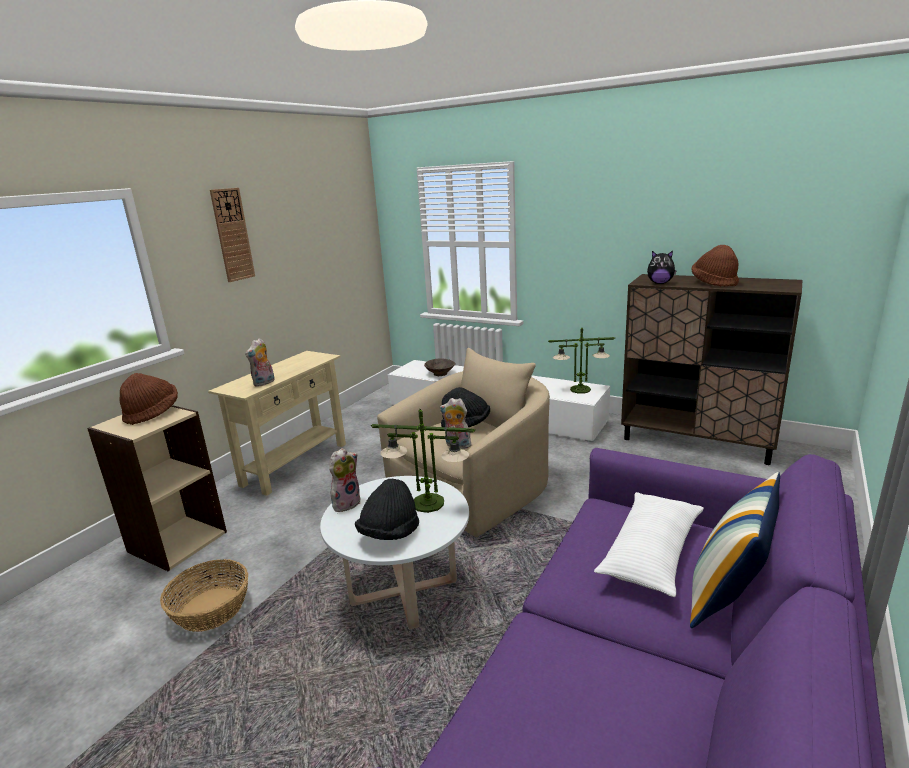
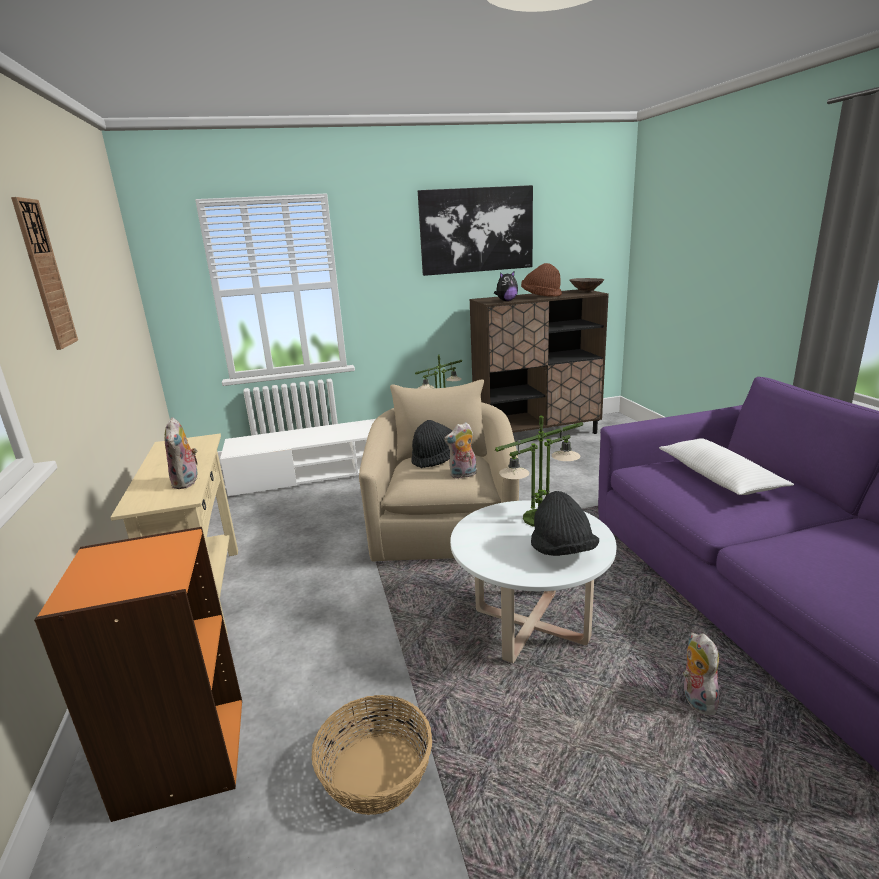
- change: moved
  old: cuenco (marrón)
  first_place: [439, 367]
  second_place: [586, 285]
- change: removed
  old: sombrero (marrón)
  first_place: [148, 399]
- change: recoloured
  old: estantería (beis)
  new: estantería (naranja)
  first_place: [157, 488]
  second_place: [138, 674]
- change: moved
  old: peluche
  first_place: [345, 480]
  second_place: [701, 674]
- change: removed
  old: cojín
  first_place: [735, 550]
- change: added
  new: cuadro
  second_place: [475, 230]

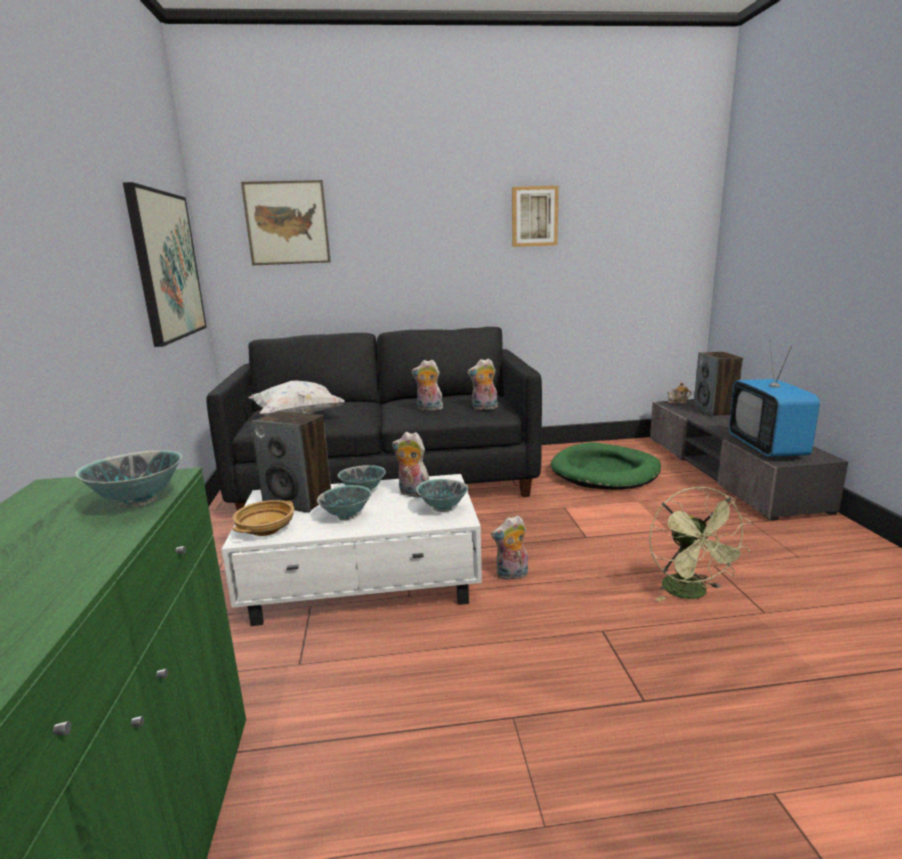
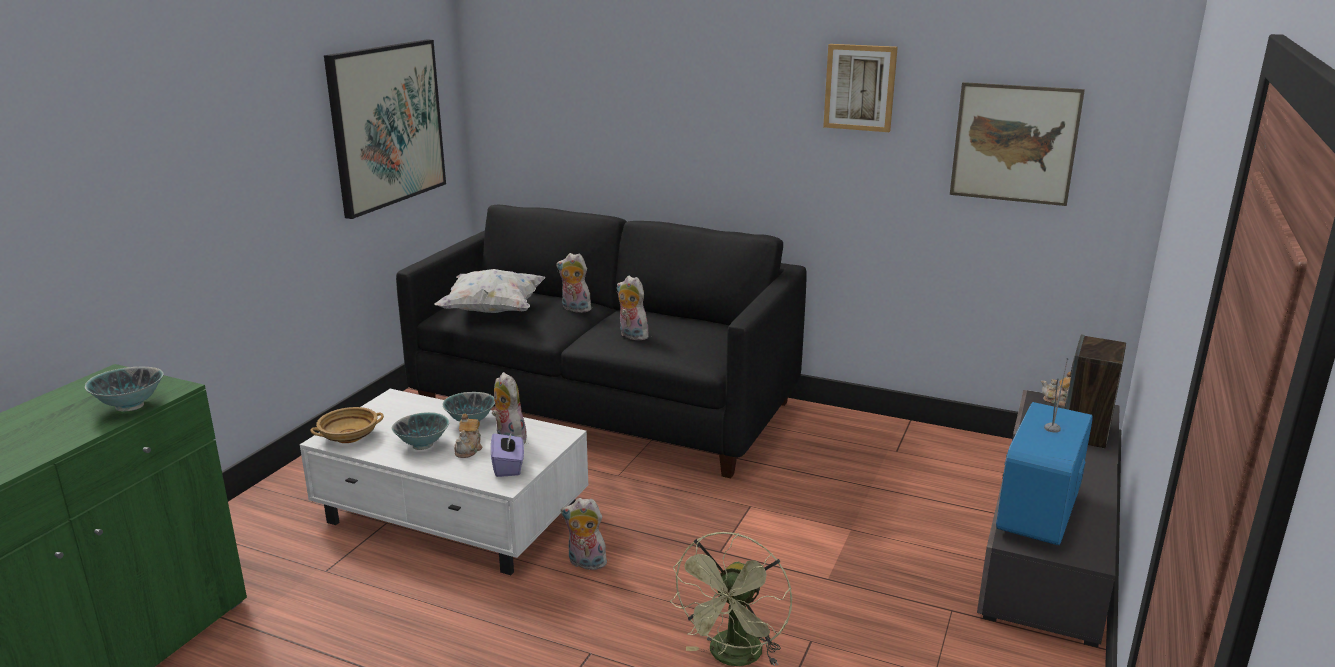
- change: moved
  old: cuadro
  first_place: [286, 222]
  second_place: [1017, 144]
- change: moved
  old: peluche
  first_place: [482, 384]
  second_place: [574, 283]
- change: removed
  old: altavoz
  first_place: [291, 462]
- change: removed
  old: cama para perro (verde)
  first_place: [606, 466]
- change: replaced
  old: cuenco
  new: caja de pañuelos (morado)
  first_place: [442, 495]
  second_place: [507, 454]
- change: added
  new: tetera
  second_place: [468, 435]

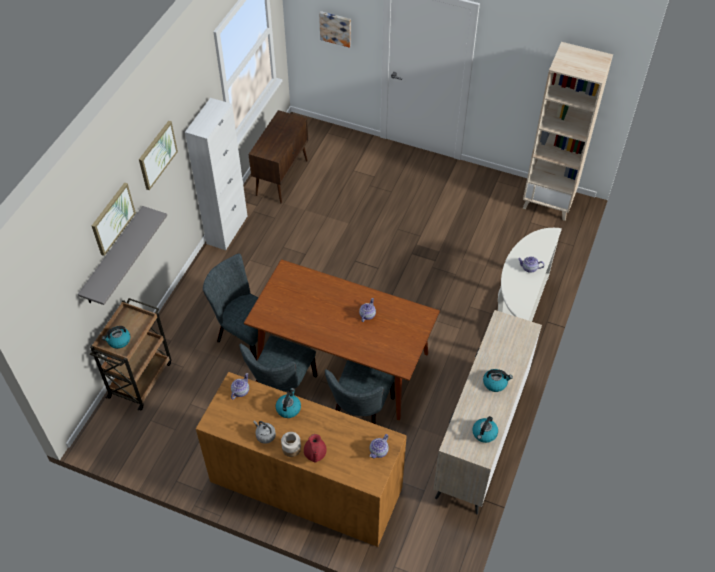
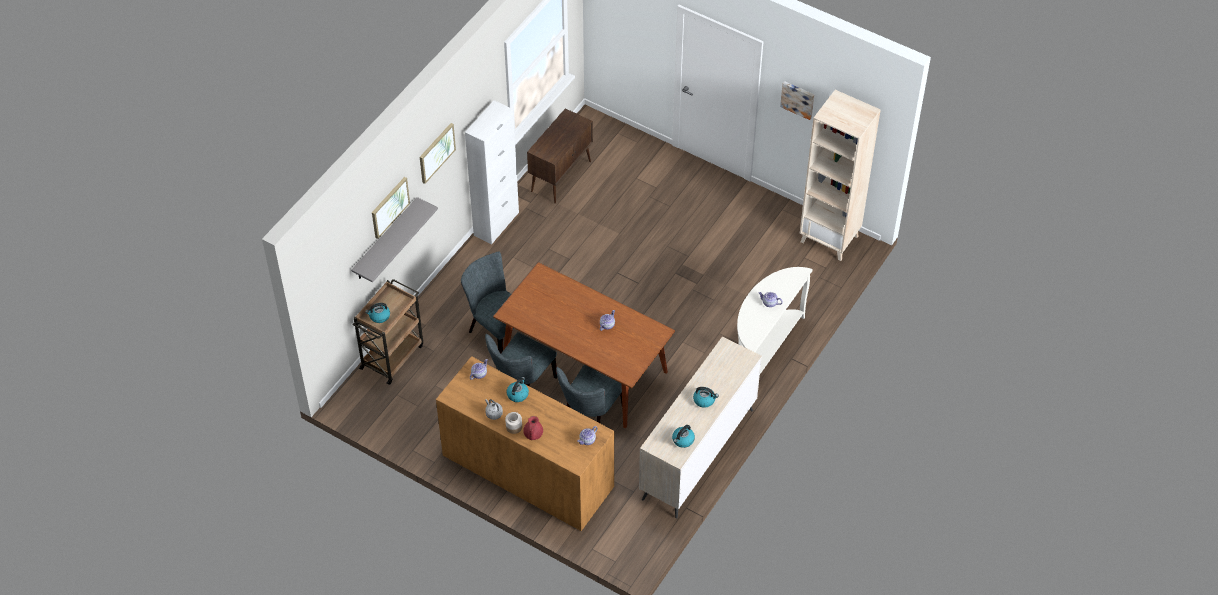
- change: moved
  old: cuadro
  first_place: [335, 29]
  second_place: [797, 100]

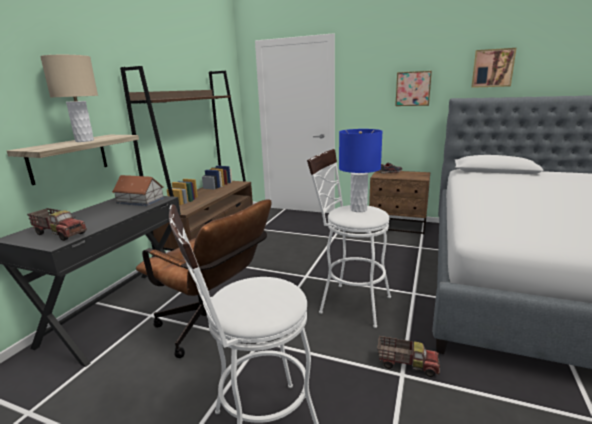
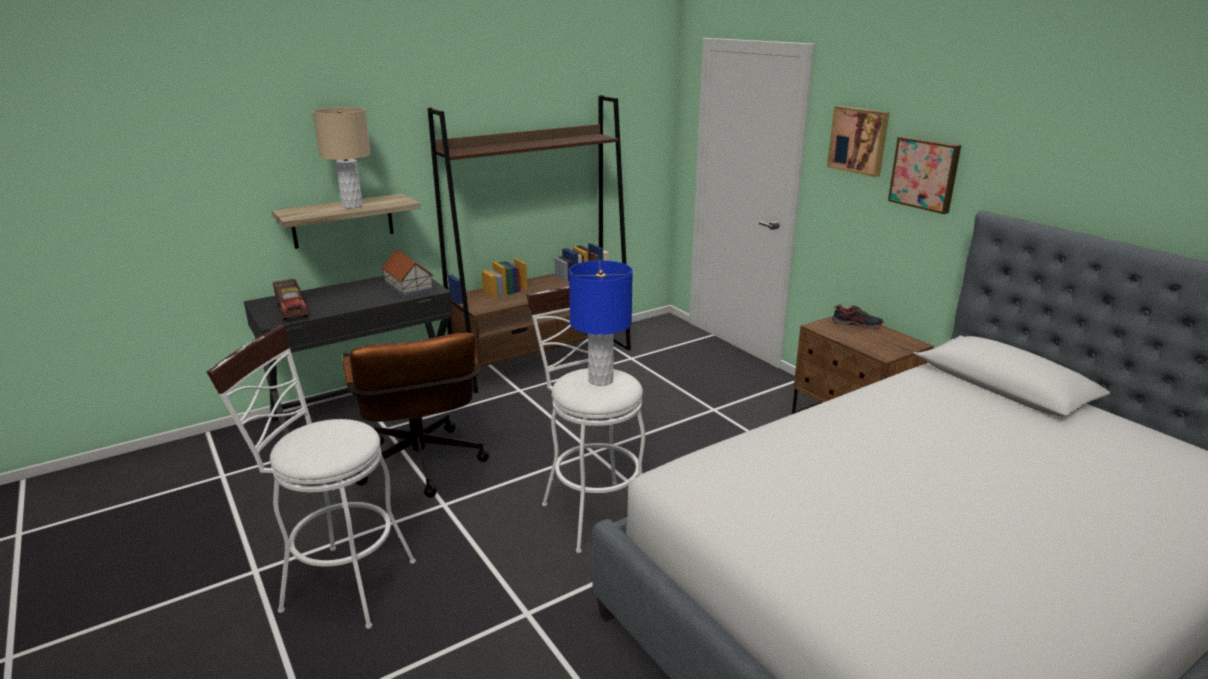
- change: moved
  old: cuadro
  first_place: [493, 68]
  second_place: [858, 141]
- change: removed
  old: camión de juguete
  first_place: [408, 356]

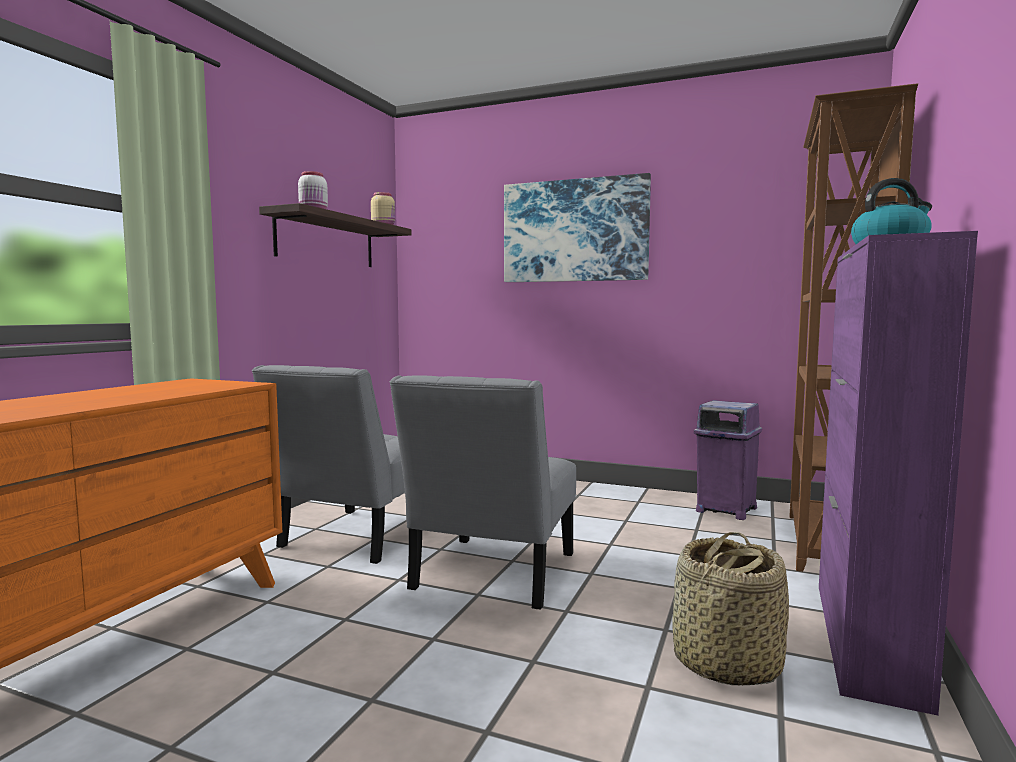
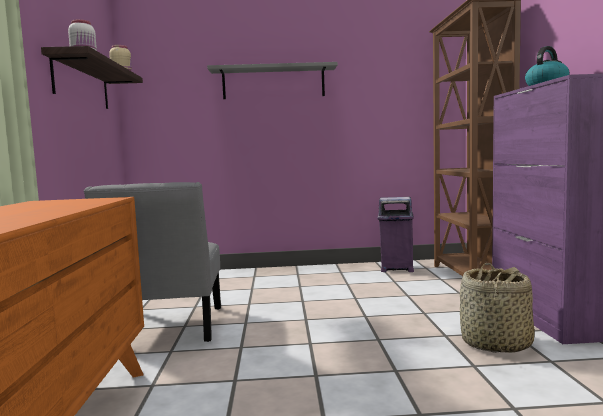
- change: replaced
  old: cuadro
  new: estante (gris)
  first_place: [577, 227]
  second_place: [272, 80]
- change: removed
  old: silla (gris)
  first_place: [483, 492]

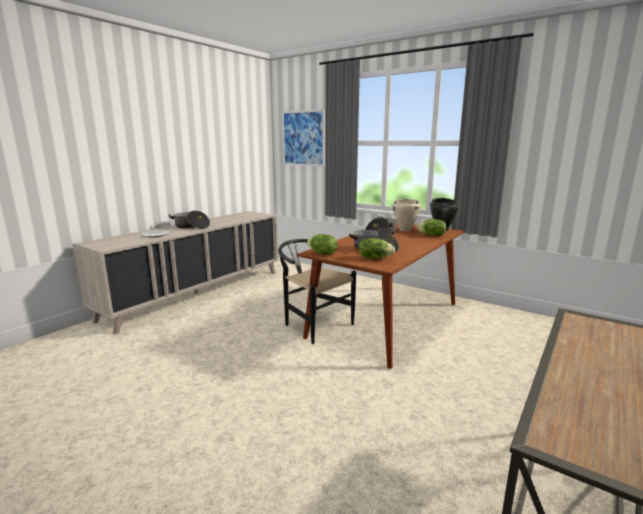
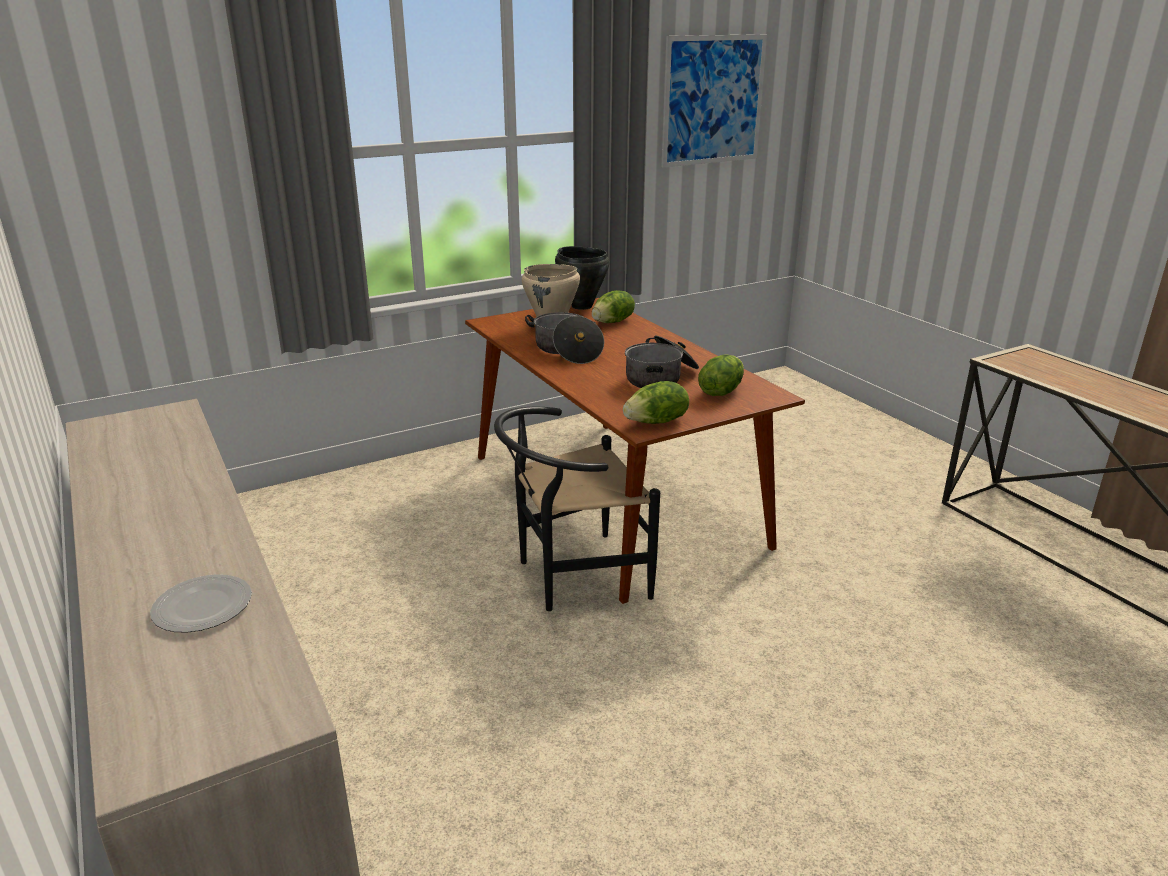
- change: moved
  old: cuadro
  first_place: [303, 138]
  second_place: [714, 101]
- change: removed
  old: olla
  first_place: [189, 219]

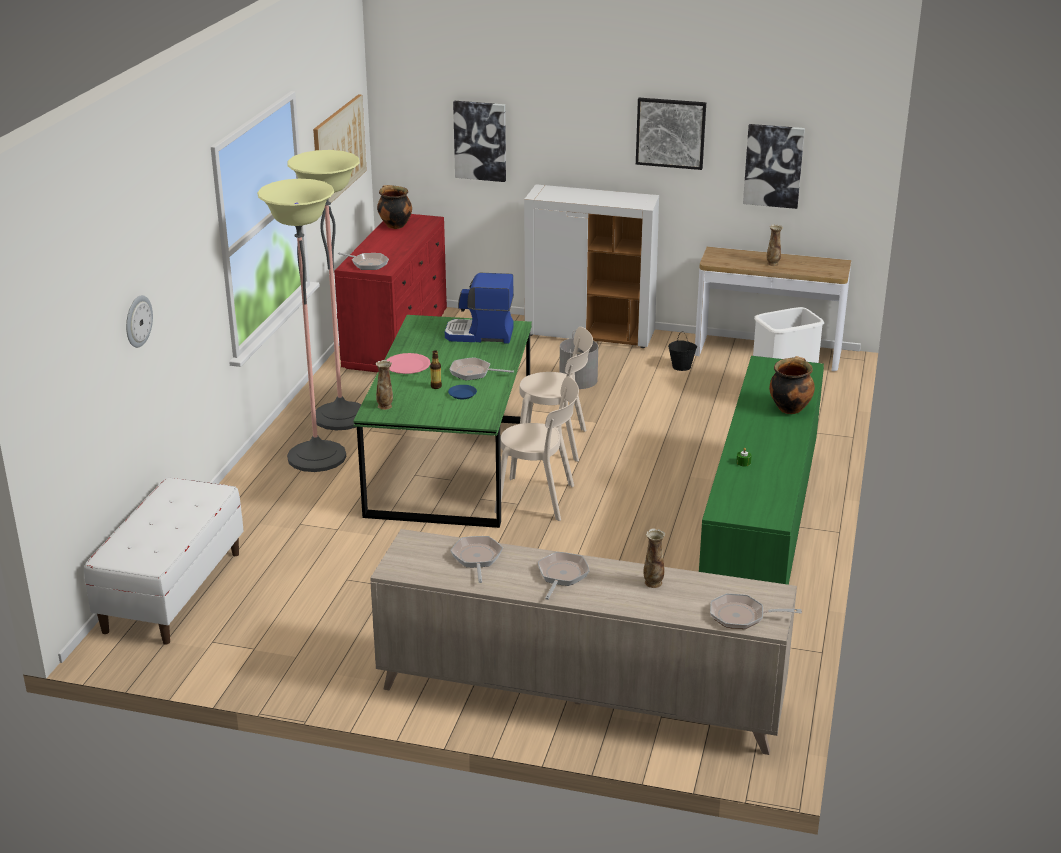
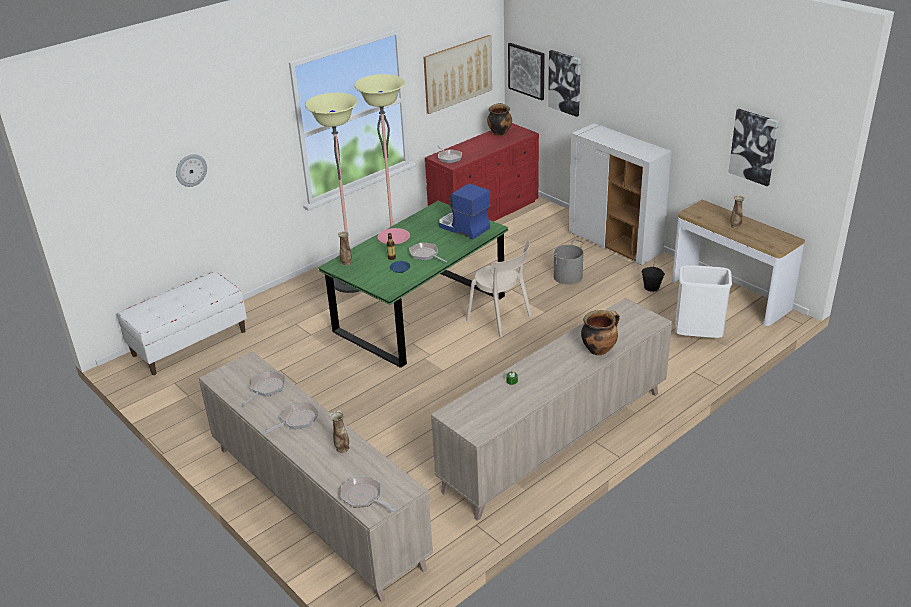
- change: moved
  old: cuadro
  first_place: [671, 134]
  second_place: [526, 71]
- change: recoloured
  old: armario (verde)
  new: armario (beis)
  first_place: [761, 470]
  second_place: [551, 409]
- change: removed
  old: silla (beis)
  first_place: [536, 448]

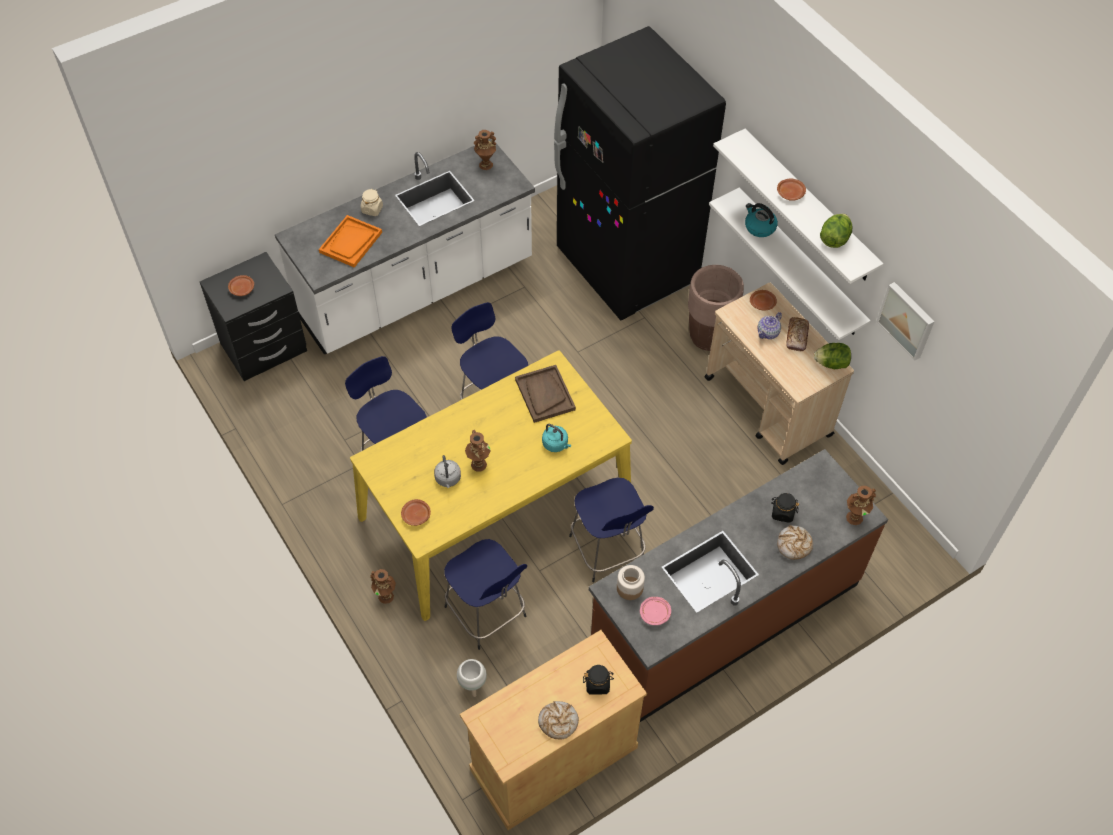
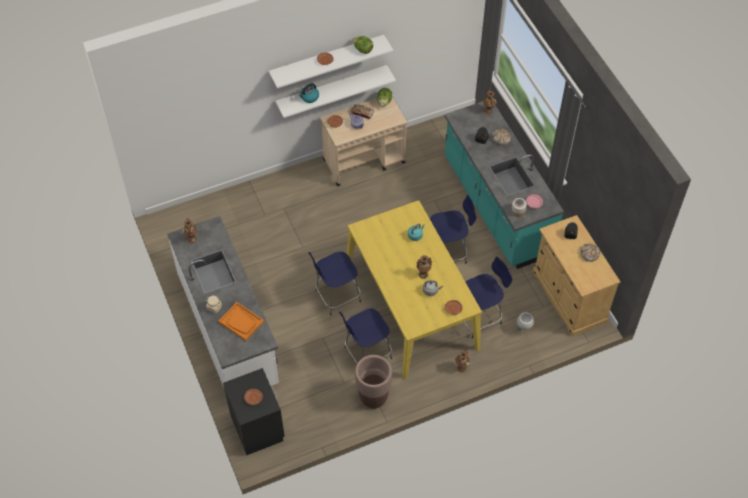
- change: removed
  old: nevera (negro)
  first_place: [640, 173]
- change: moved
  old: maceta (marrón)
  first_place: [716, 308]
  second_place: [373, 382]
- change: removed
  old: cuadro
  first_place: [905, 321]
- change: removed
  old: bandeja (marrón)
  first_place: [545, 394]
- change: recoloured
  old: mueble bajo de cocina (marrón)
  new: mueble bajo de cocina (turquesa)
  first_place: [738, 585]
  second_place: [504, 185]

